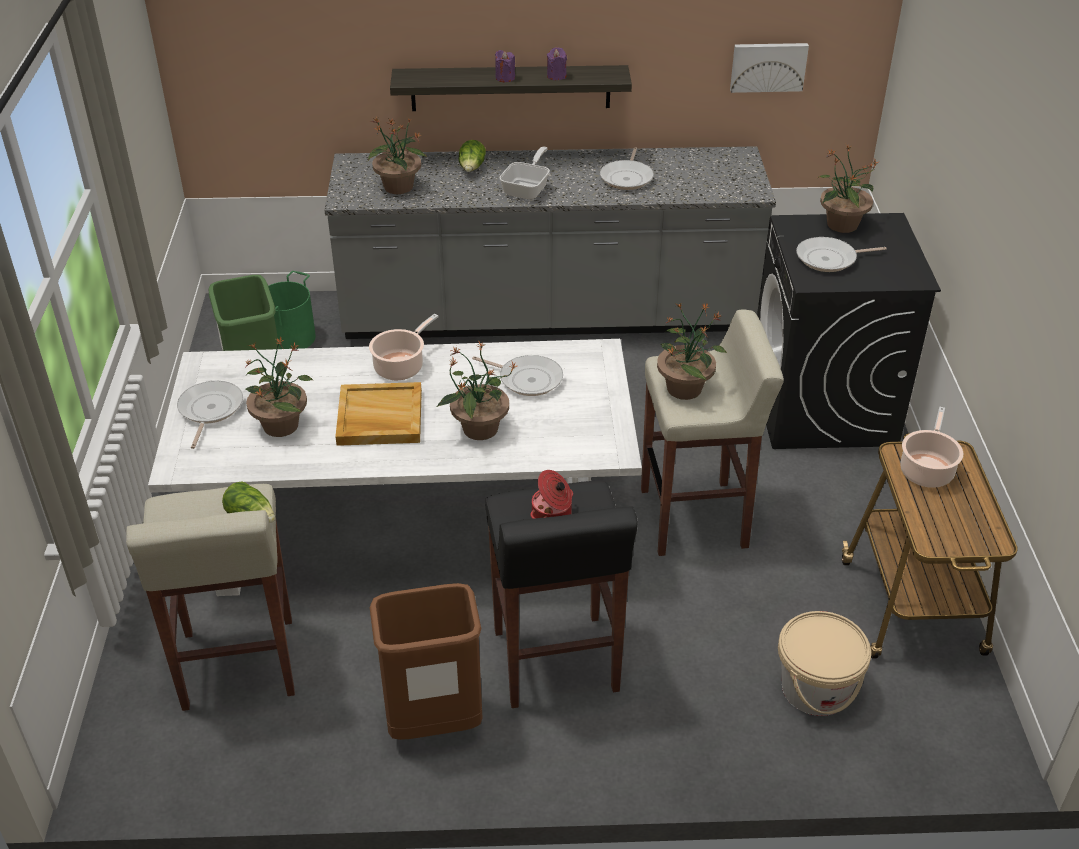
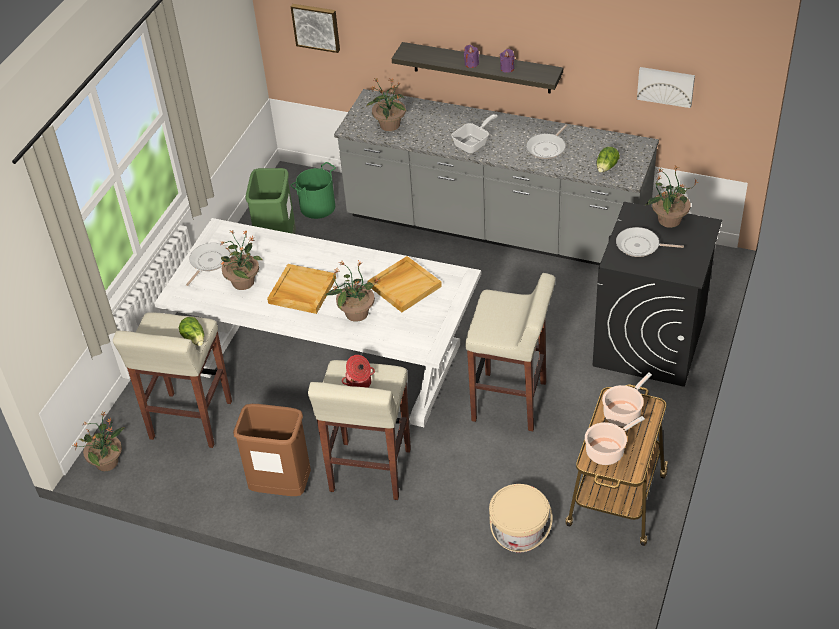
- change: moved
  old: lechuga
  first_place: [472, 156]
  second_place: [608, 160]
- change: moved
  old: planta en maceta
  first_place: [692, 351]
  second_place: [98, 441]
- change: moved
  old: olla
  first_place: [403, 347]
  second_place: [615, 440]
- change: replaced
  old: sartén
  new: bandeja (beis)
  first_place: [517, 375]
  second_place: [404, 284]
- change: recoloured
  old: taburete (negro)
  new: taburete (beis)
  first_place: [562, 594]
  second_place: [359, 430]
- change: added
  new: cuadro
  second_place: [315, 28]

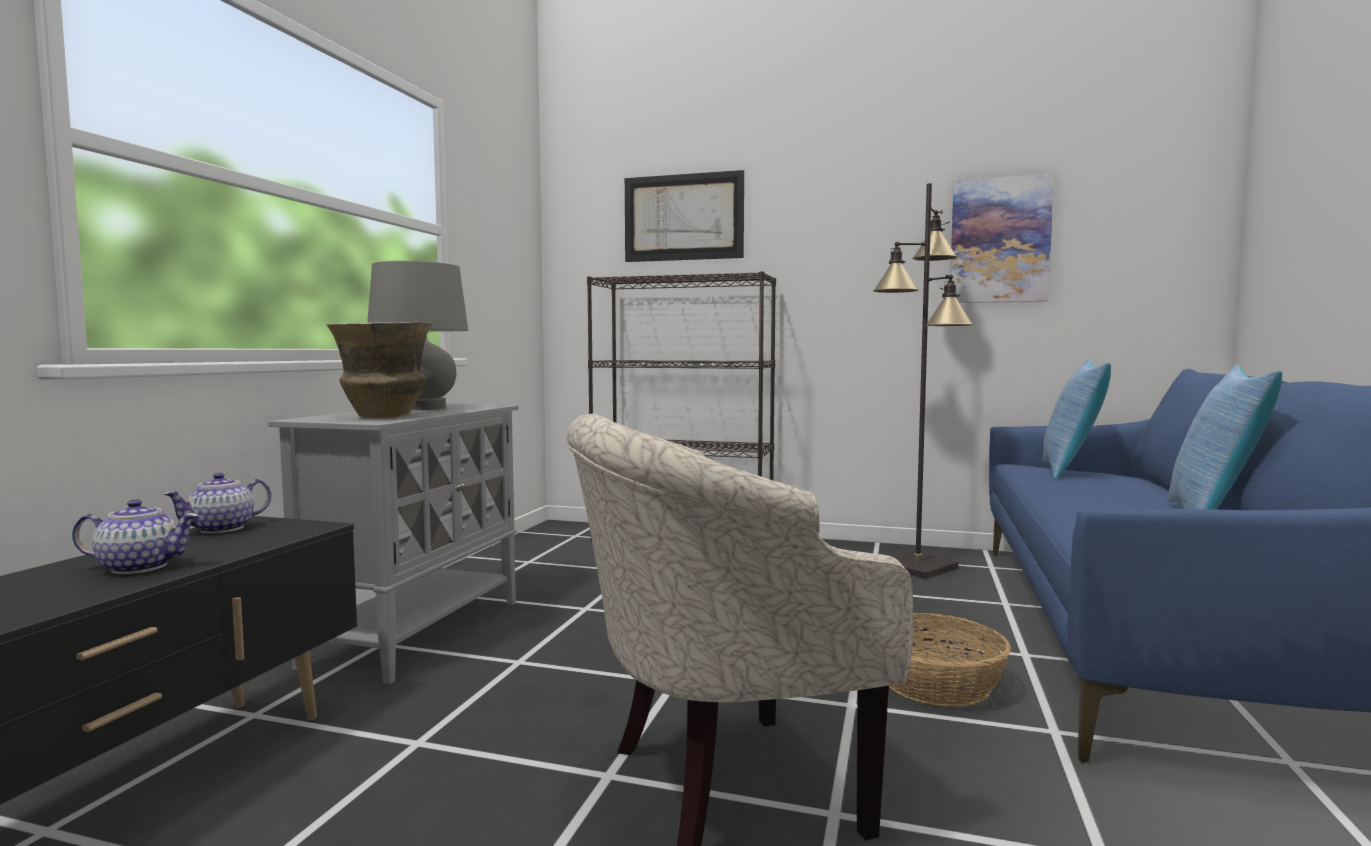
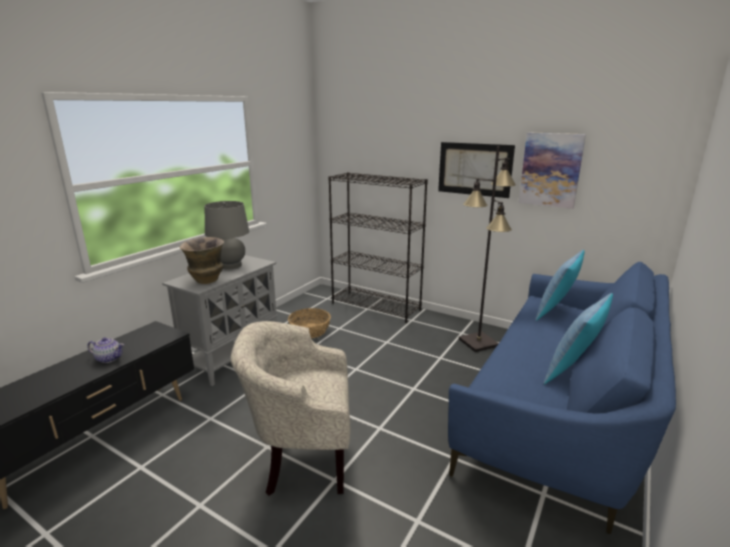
- change: moved
  old: cuadro
  first_place: [684, 216]
  second_place: [476, 170]
- change: removed
  old: tetera
  first_place: [217, 503]
- change: moved
  old: cesta
  first_place: [950, 660]
  second_place: [309, 323]

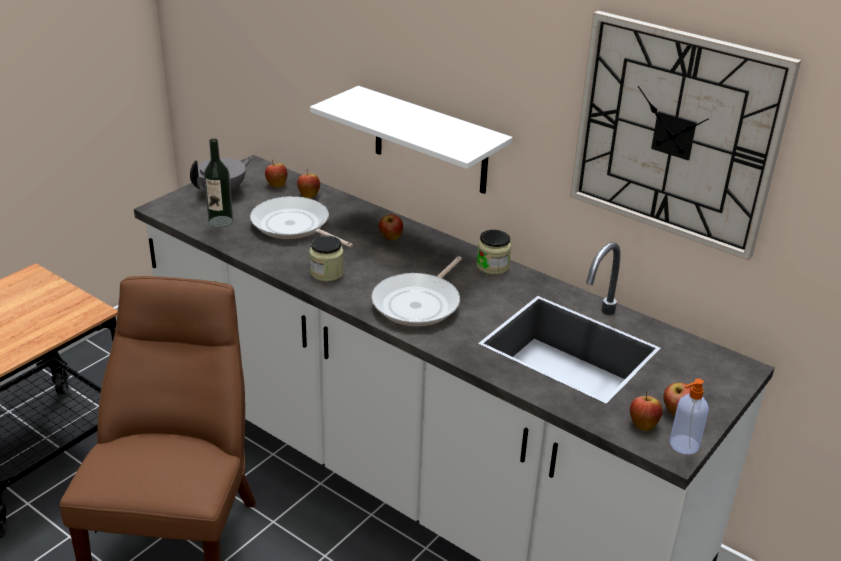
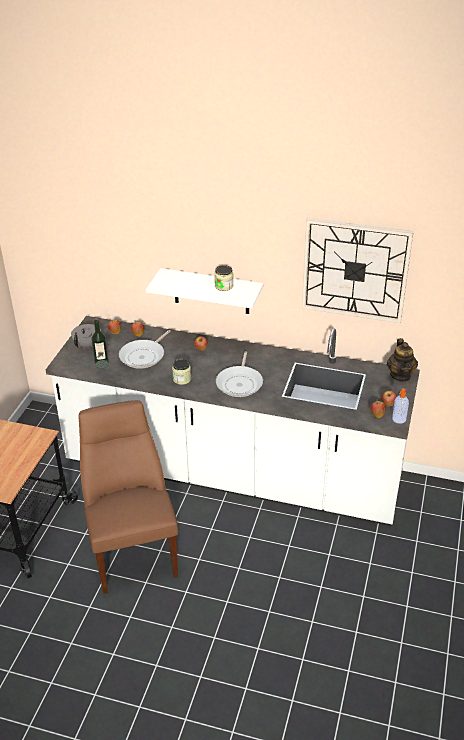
- change: turned
  old: sartén
  first_place: [301, 222]
  second_place: [145, 349]
  degrees: -75
- change: moved
  old: tarro
  first_place: [494, 252]
  second_place: [224, 278]
- change: added
  new: tetera
  second_place: [402, 360]

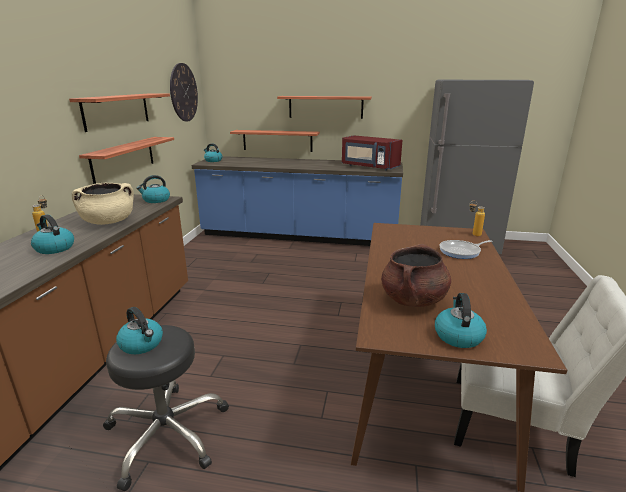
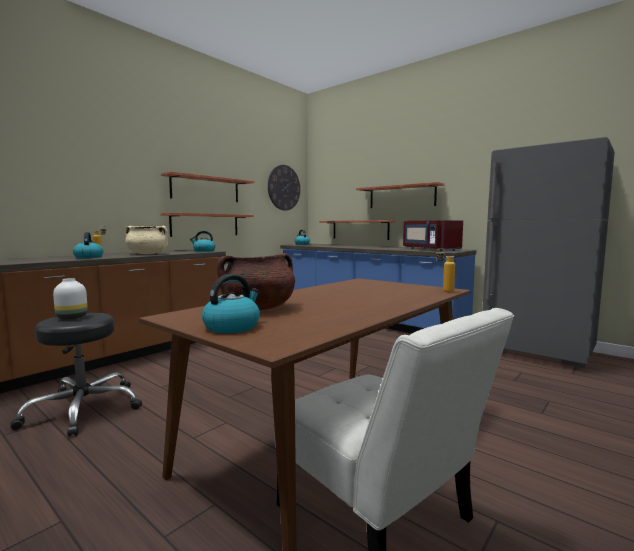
- change: removed
  old: sartén
  first_place: [466, 249]
- change: replaced
  old: hervidor
  new: florero (blanco)
  first_place: [139, 330]
  second_place: [70, 298]

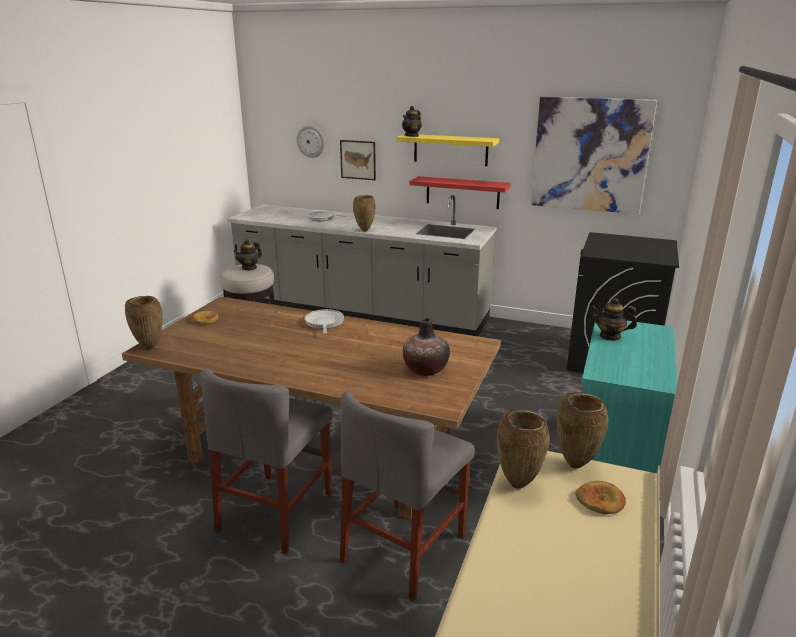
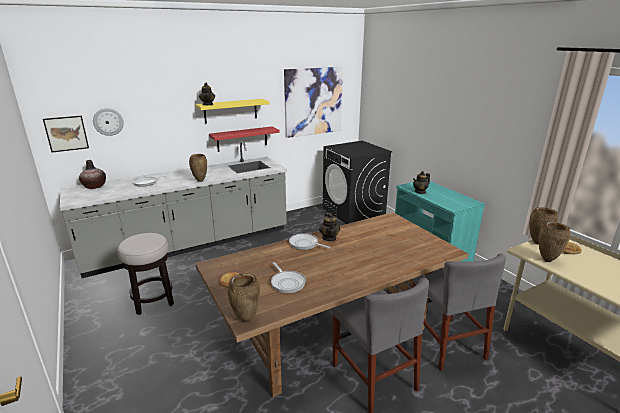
- change: moved
  old: cuadro
  first_place: [358, 160]
  second_place: [66, 134]
- change: moved
  old: tetera
  first_place: [247, 255]
  second_place: [329, 227]
- change: moved
  old: florero
  first_place: [426, 347]
  second_place: [92, 174]
- change: added
  new: sartén
  second_place: [288, 277]

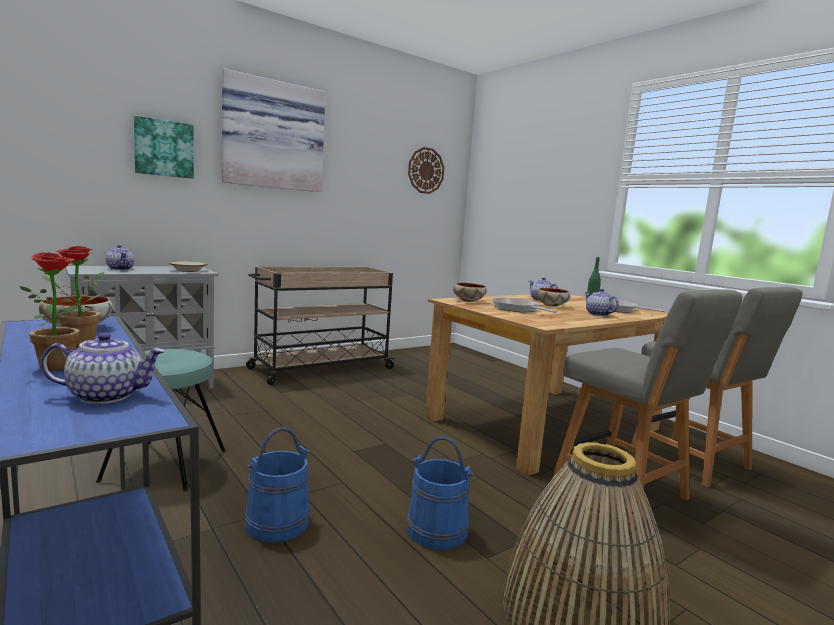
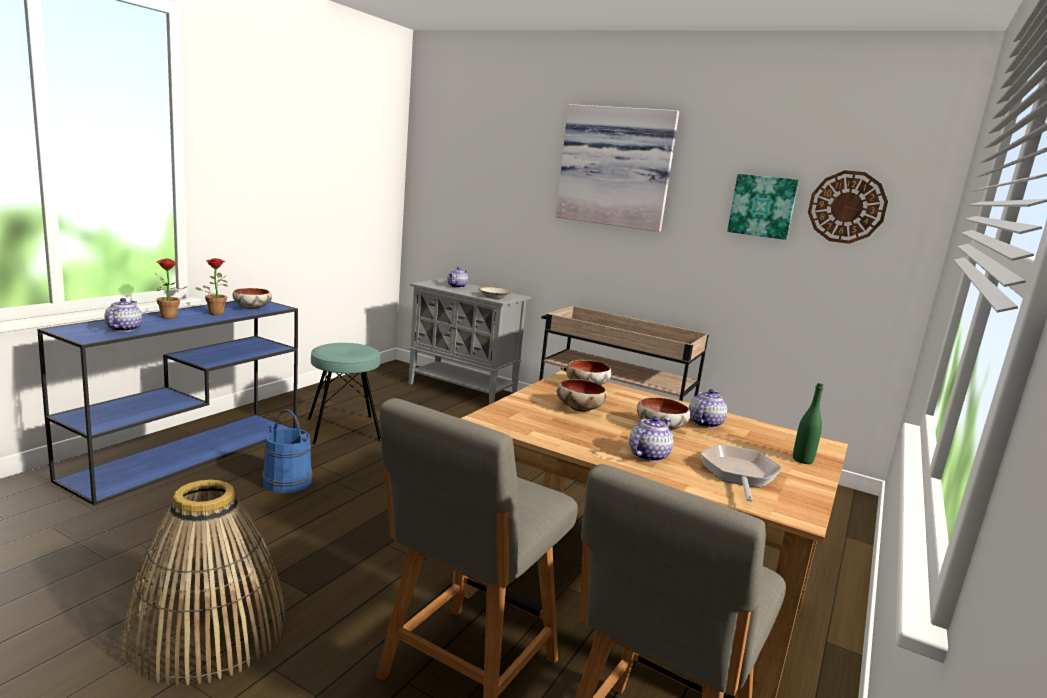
- change: moved
  old: cuadro
  first_place: [164, 147]
  second_place: [763, 207]
- change: replaced
  old: sartén
  new: cuenco
  first_place: [524, 305]
  second_place: [582, 395]
- change: turned
  old: tetera
  first_place: [103, 368]
  second_place: [123, 315]
  degrees: -150
- change: removed
  old: cubo (azul)
  first_place: [440, 493]

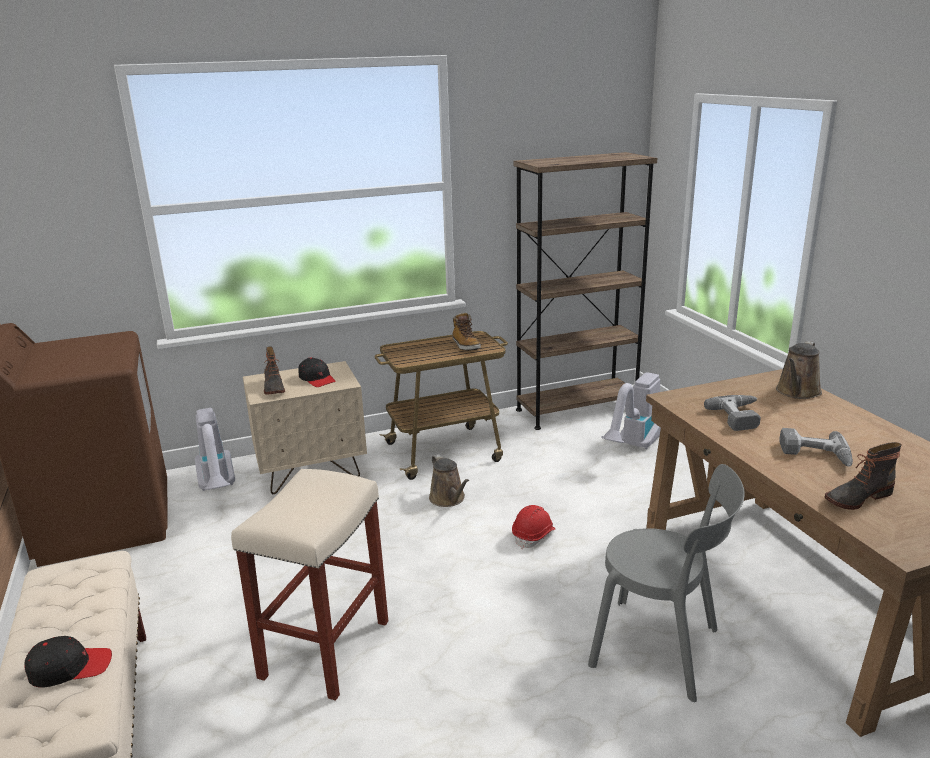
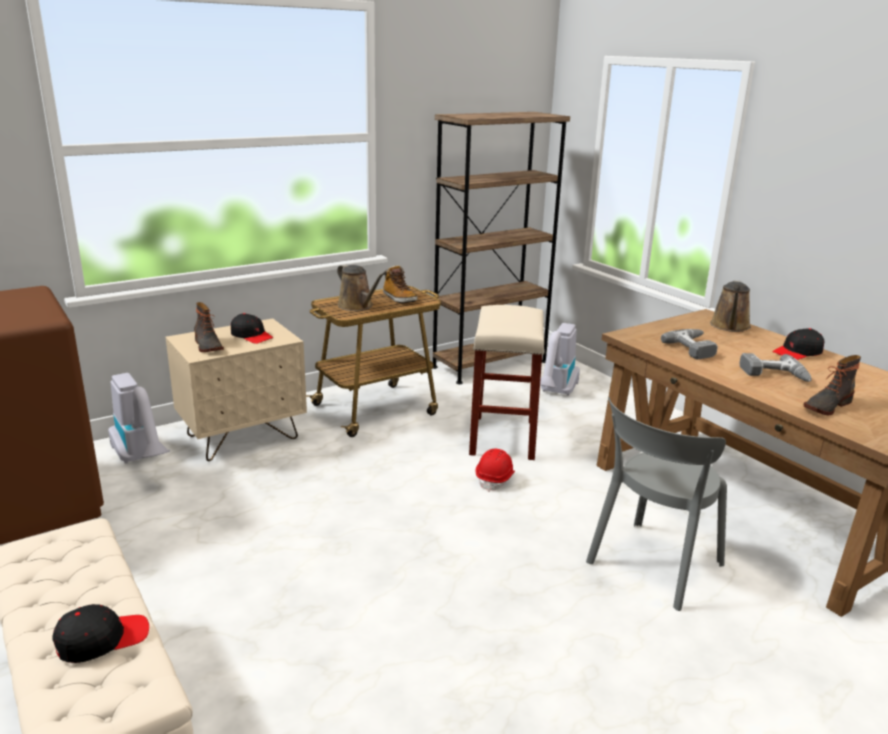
- change: moved
  old: regadera (marrón)
  first_place: [449, 480]
  second_place: [361, 287]
- change: turned
  old: silla (gris)
  first_place: [666, 583]
  second_place: [656, 504]
  degrees: 120
- change: moved
  old: taburete (beis)
  first_place: [309, 585]
  second_place: [506, 382]
- change: added
  new: gorra (negro)
  second_place: [798, 344]

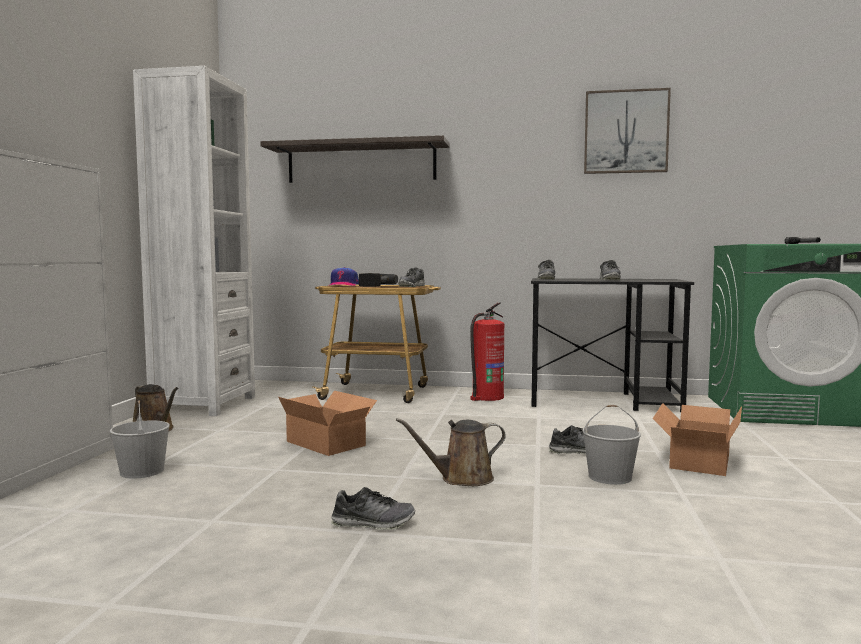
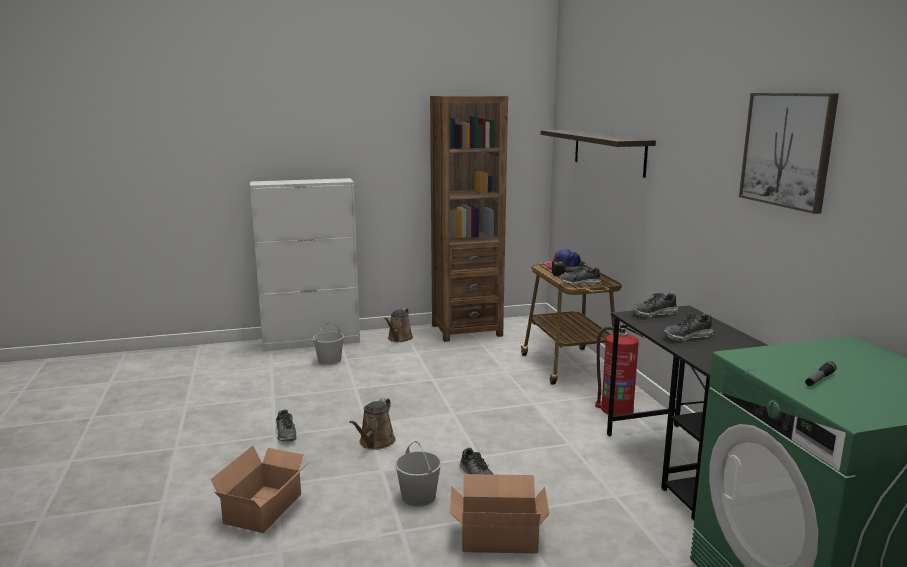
- change: recoloured
  old: estantería (blanco)
  new: estantería (marrón)
  first_place: [194, 241]
  second_place: [469, 219]
- change: moved
  old: caja de cartón
  first_place: [327, 423]
  second_place: [261, 489]
- change: turned
  old: regadera (marrón)
  first_place: [451, 452]
  second_place: [372, 424]
  degrees: -120

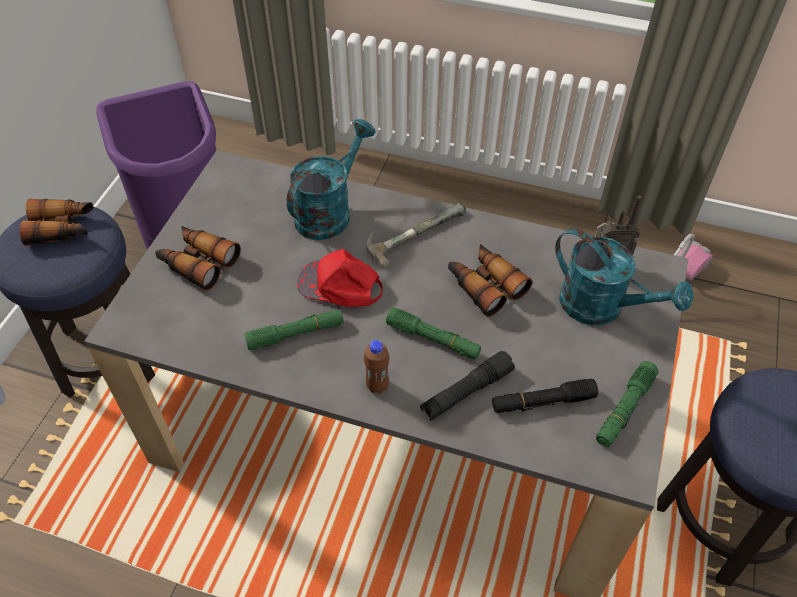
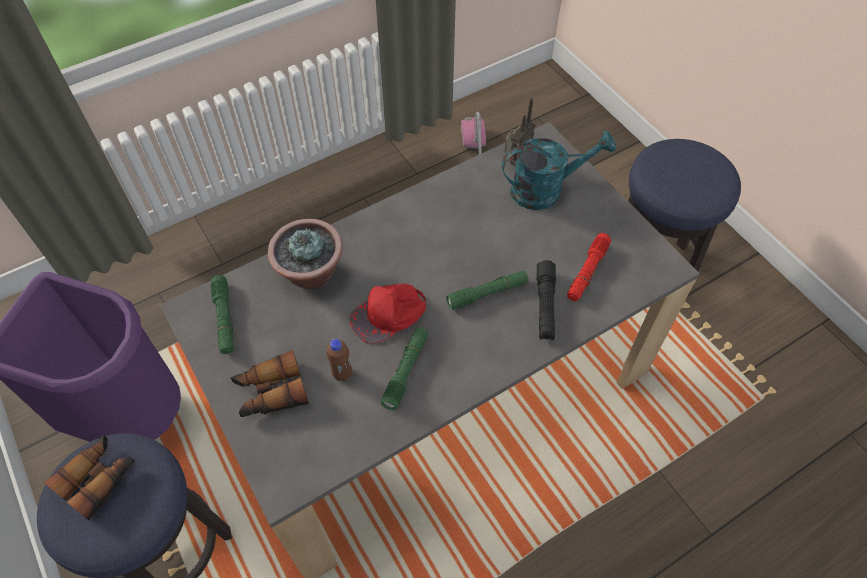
- change: replaced
  old: regadera (turquesa)
  new: planta en maceta
  first_place: [331, 179]
  second_place: [305, 254]
- change: removed
  old: martillo
  first_place: [416, 235]
- change: removed
  old: prismáticos
  first_place: [490, 280]
- change: moved
  old: botella (marrón)
  first_place: [376, 367]
  second_place: [339, 360]
- change: moved
  old: linterna (verde)
  first_place: [627, 404]
  second_place: [222, 314]
- change: recoloured
  old: linterna (negro)
  new: linterna (rojo)
  first_place: [545, 396]
  second_place: [589, 267]

